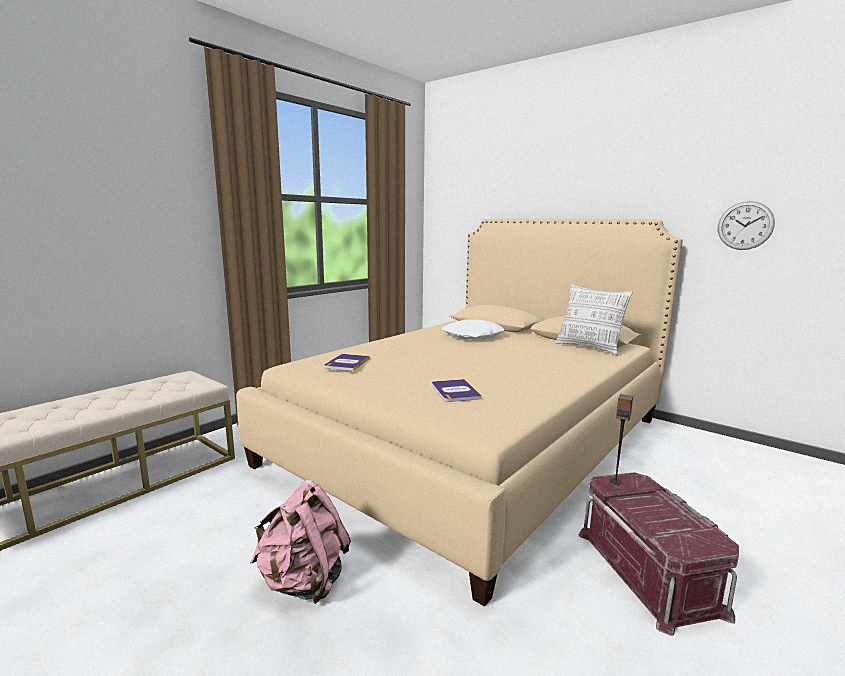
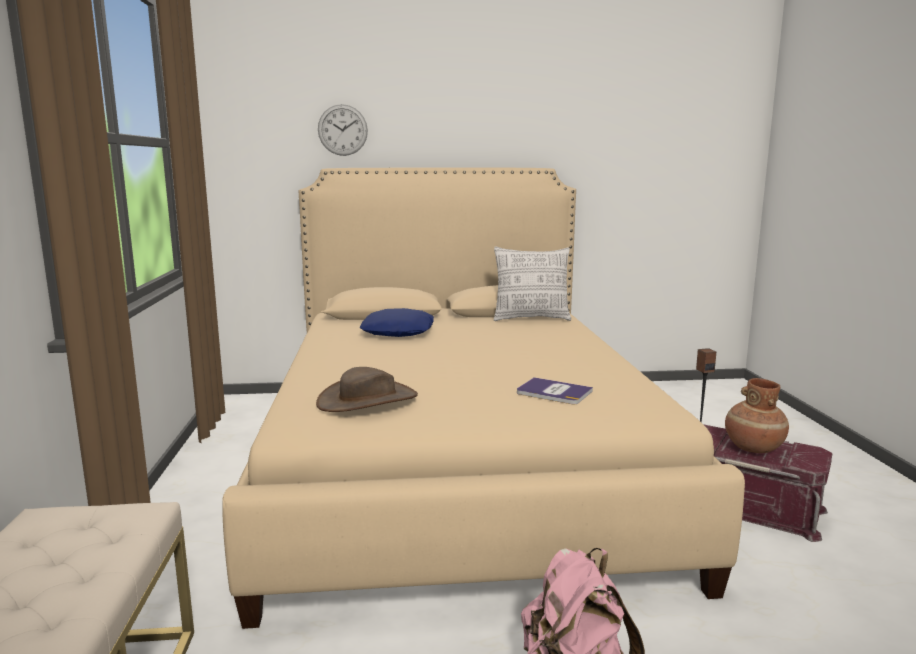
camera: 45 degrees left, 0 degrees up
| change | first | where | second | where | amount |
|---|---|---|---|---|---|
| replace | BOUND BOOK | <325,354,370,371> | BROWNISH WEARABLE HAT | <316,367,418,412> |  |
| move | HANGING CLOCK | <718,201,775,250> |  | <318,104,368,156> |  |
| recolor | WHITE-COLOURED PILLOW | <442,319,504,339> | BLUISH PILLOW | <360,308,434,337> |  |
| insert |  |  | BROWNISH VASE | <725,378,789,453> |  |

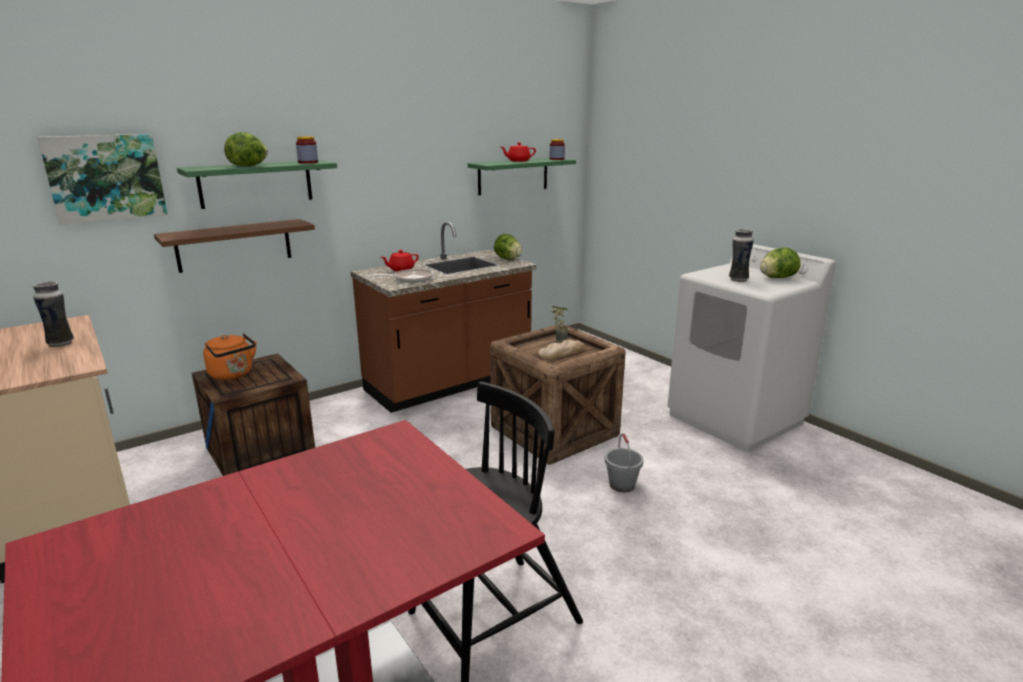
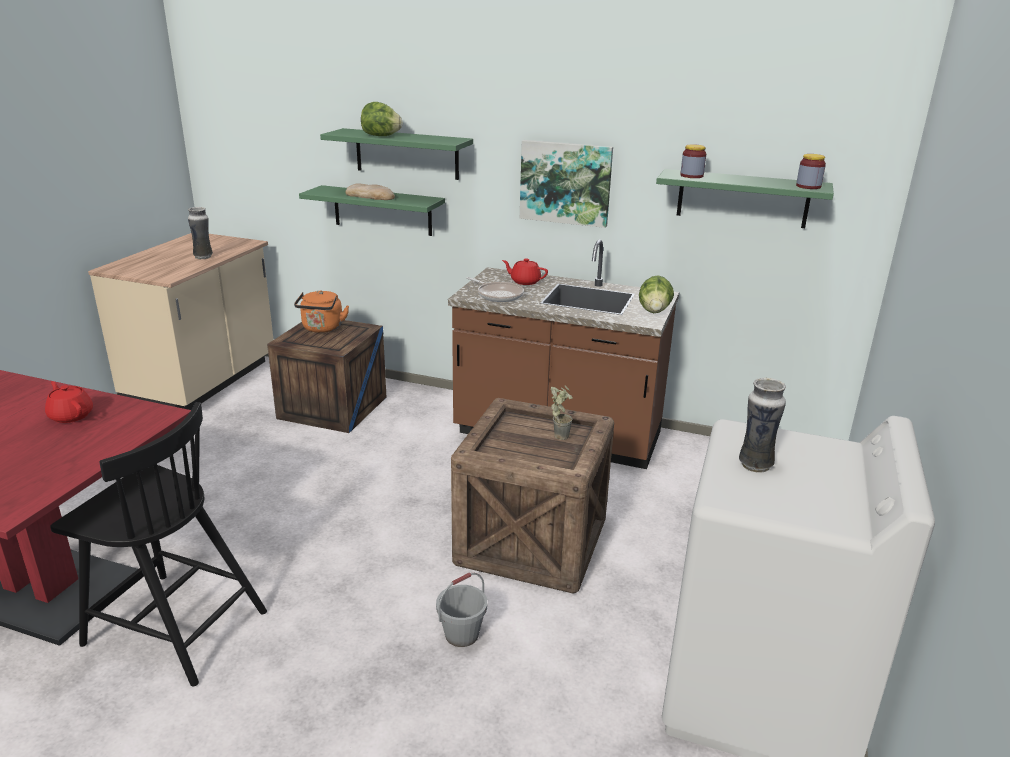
camera: 55 degrees right, 5 degrees up
| change | first | where | second | where | amount |
|---|---|---|---|---|---|
| move | RED-COLOURED TEAPOT | <501,142,536,162> |  | <45,381,93,423> |  |
| recolor | BROWNISH WALL SHELF | <154,219,315,273> | GREEN-COLOURED WALL SHELF | <299,185,445,236> |  |
| move | BAKED BREAD | <538,340,585,360> |  | <345,183,395,200> |  |
| move | WALL ART | <37,134,168,225> |  | <520,140,613,228> |  |
| move | STORAGE JAR | <296,136,318,164> |  | <680,144,706,178> |  |
| delete | HEAD OF LETTUCE | <760,248,801,278> |  |  |  |

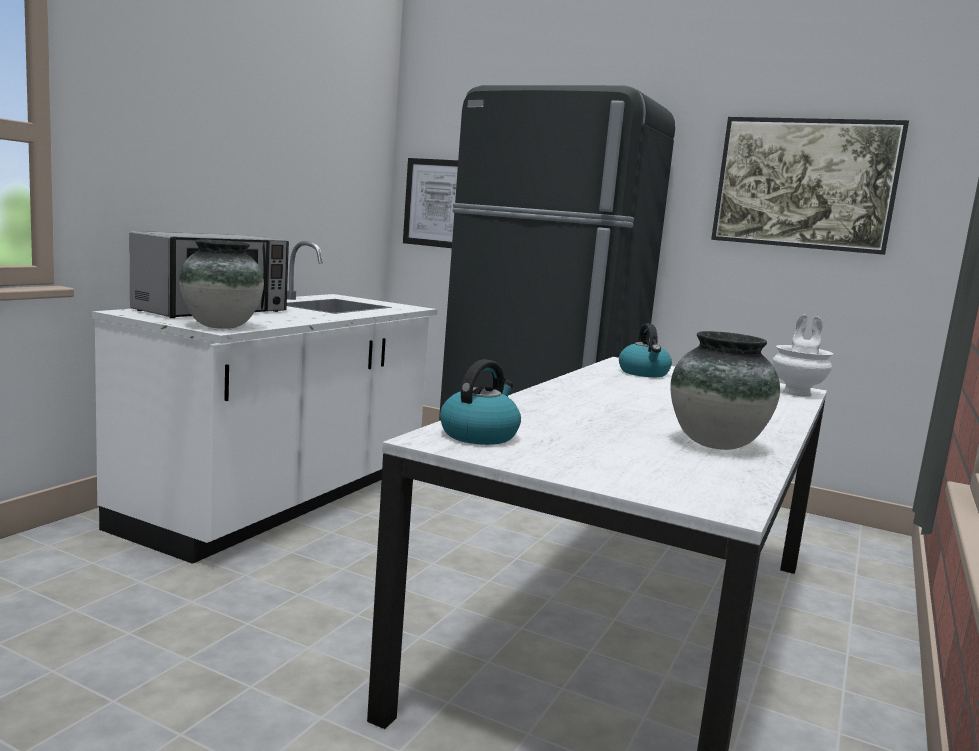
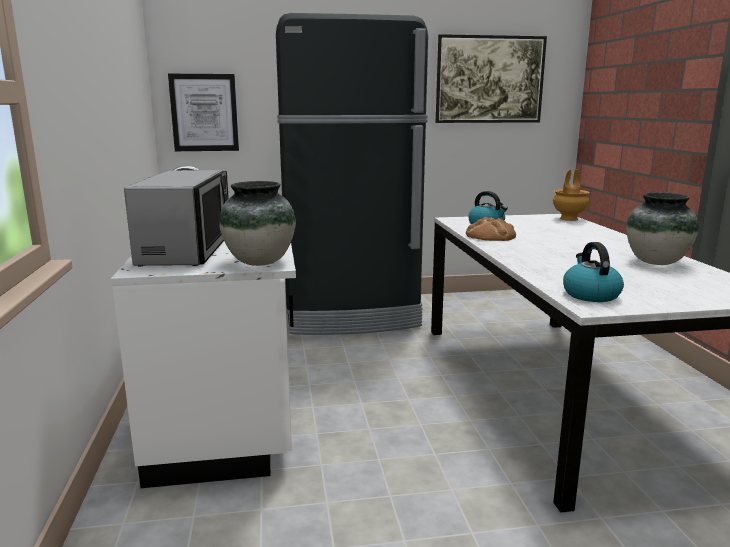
camera: 35 degrees left, 5 degrees up
| change | first | where | second | where | amount |
|---|---|---|---|---|---|
| insert |  |  | BAKED BREAD | <466,217,516,241> |  |
| recolor | WHITE-COLOURED VASE | <773,315,833,397> | BROWNISH VASE | <553,169,590,221> |  |

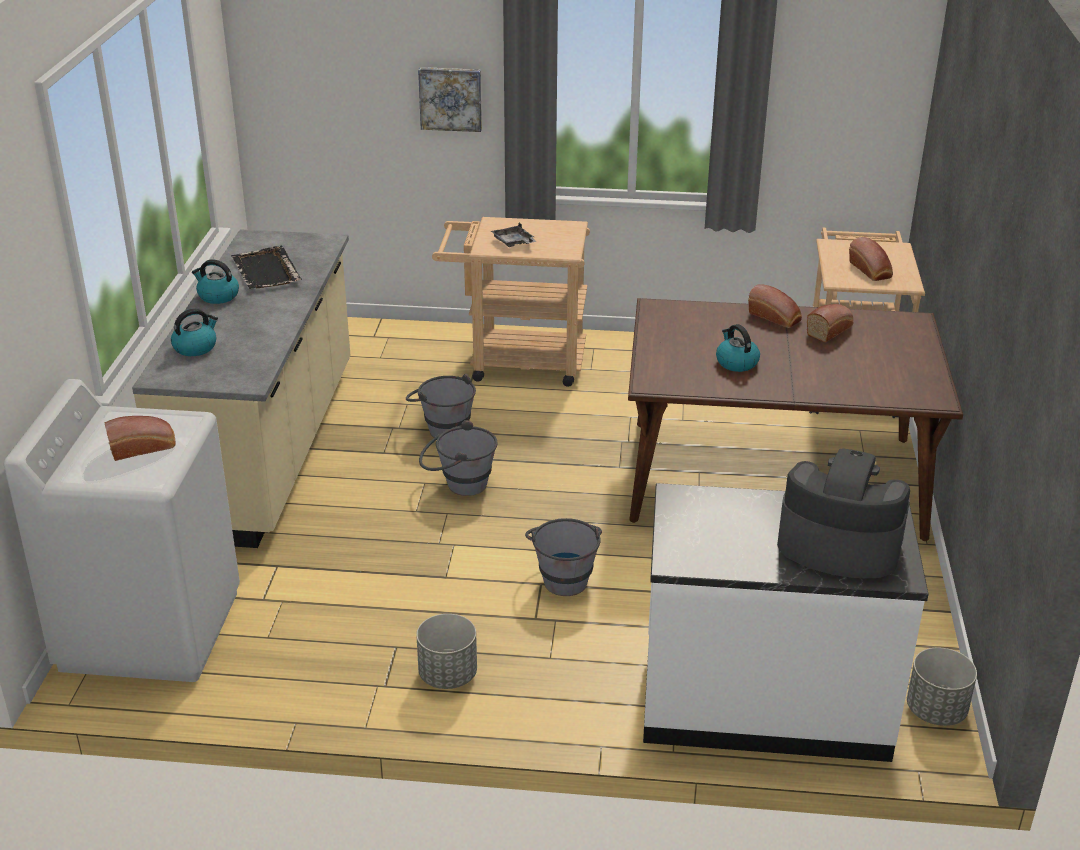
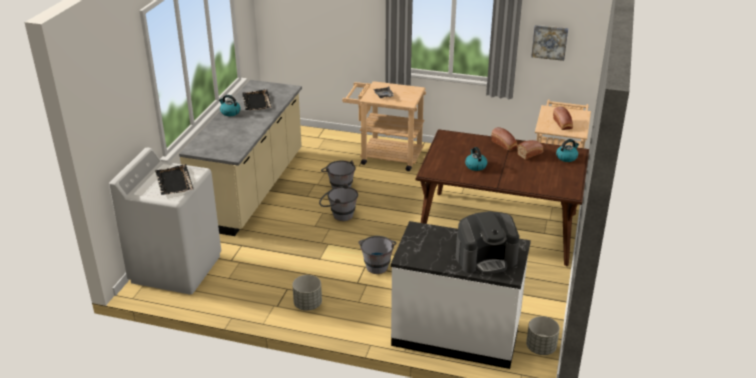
camera: 10 degrees right, 0 degrees up
| change | first | where | second | where | amount |
|---|---|---|---|---|---|
| replace | BAKED BREAD | <105,416,176,461> | BLACK-COLOURED TRAY | <155,164,193,195> |  |
| rotate | COFFEE BREWER | <777,449,910,578> |  | <456,211,520,274> | 135 degrees clockwise |
| move | WALL ART | <418,67,482,132> |  | <531,25,568,61> |  |
| move | KETTLE | <171,309,218,356> |  | <556,139,579,162> |  |

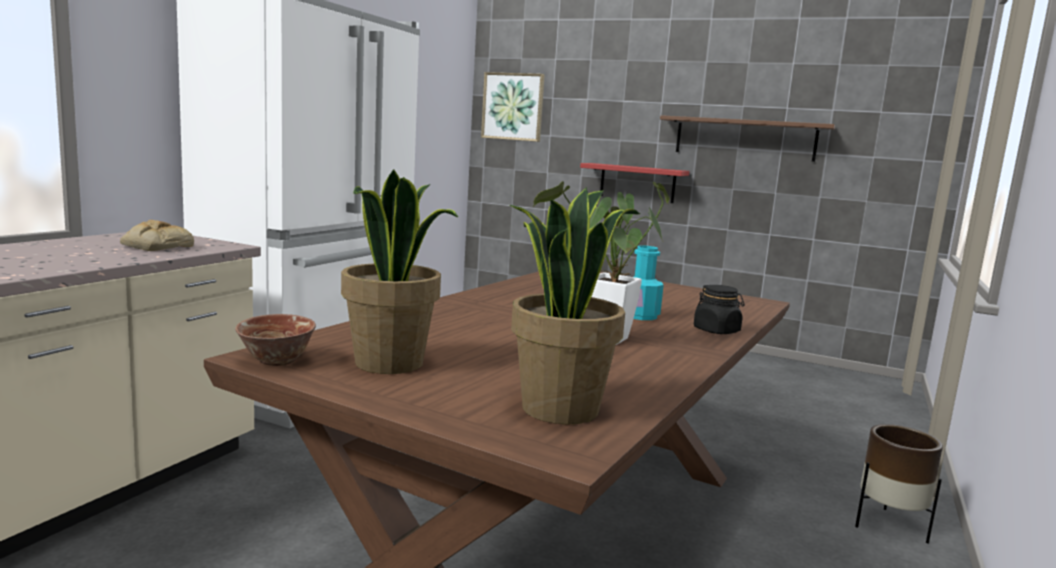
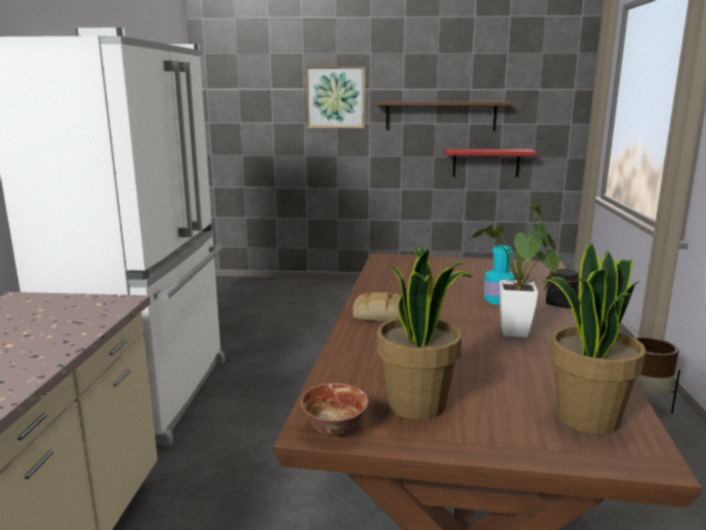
camera: 20 degrees left, 5 degrees up
| change | first | where | second | where | amount |
|---|---|---|---|---|---|
| move | WALL ART | <481,72,545,142> |  | <305,66,365,128> |  |
| move | BAKED BREAD | <120,220,194,251> |  | <353,292,401,321> |  |
| move | RED-COLOURED WALL SHELF | <580,163,690,203> |  | <443,149,537,177> |  |

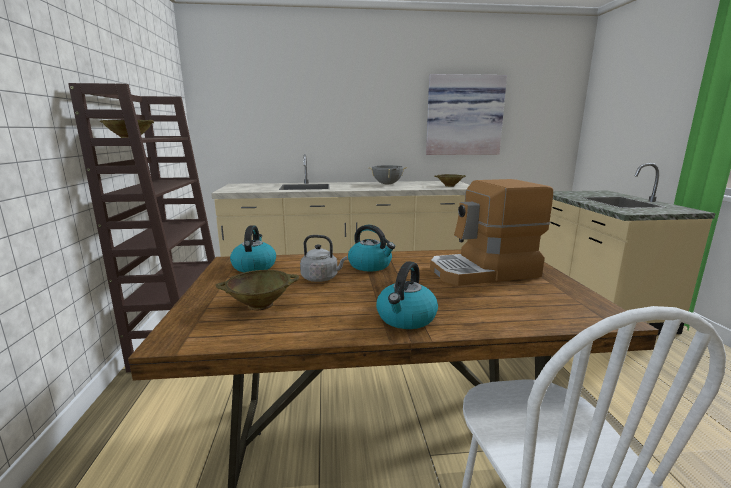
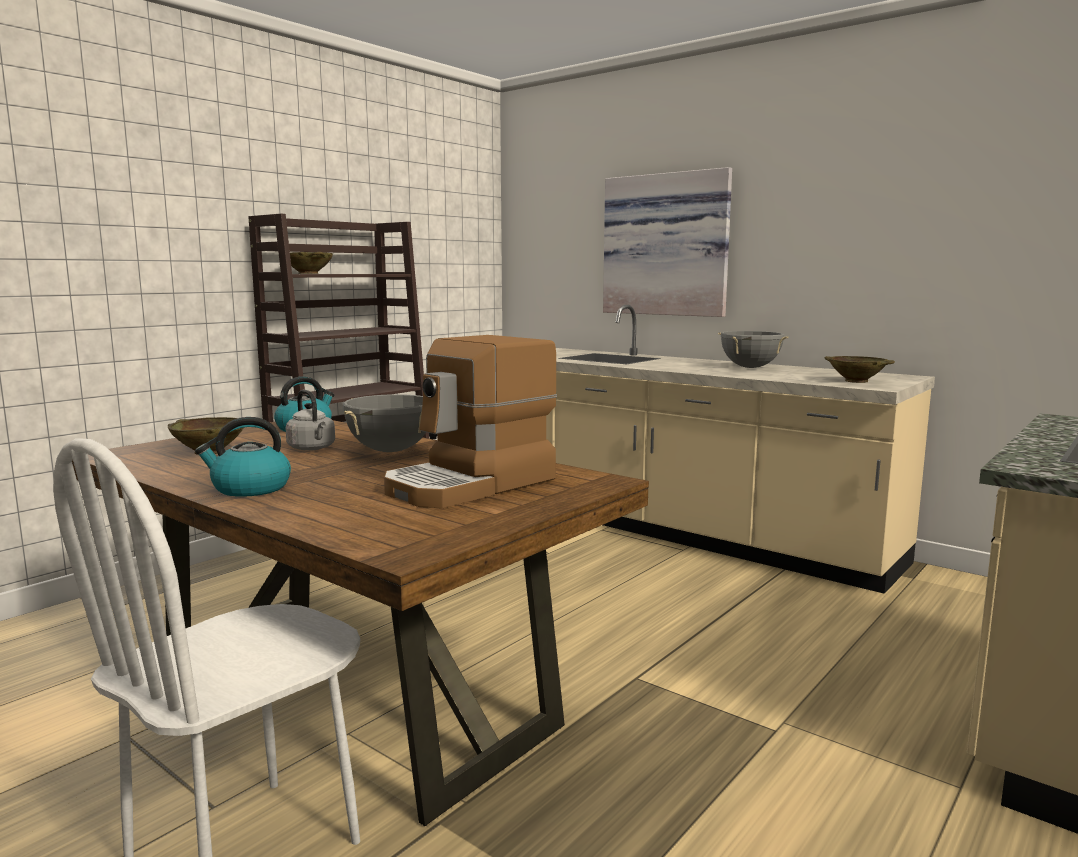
camera: 45 degrees right, 5 degrees down
| change | first | where | second | where | amount |
|---|---|---|---|---|---|
| replace | KETTLE | <348,225,395,271> | GREY STOCKPOT | <343,394,426,452> |  |
| rotate | COFFEE BREWER | <430,179,553,286> |  | <384,335,557,508> | 75 degrees counterclockwise |
| move | WALL ART | <426,74,507,155> |  | <603,167,732,317> |  |

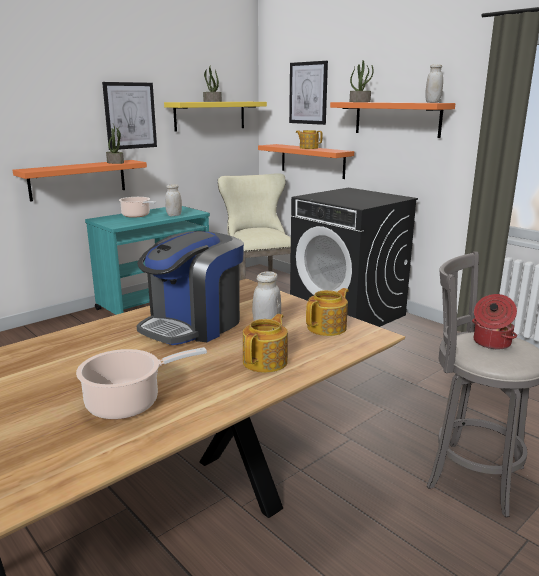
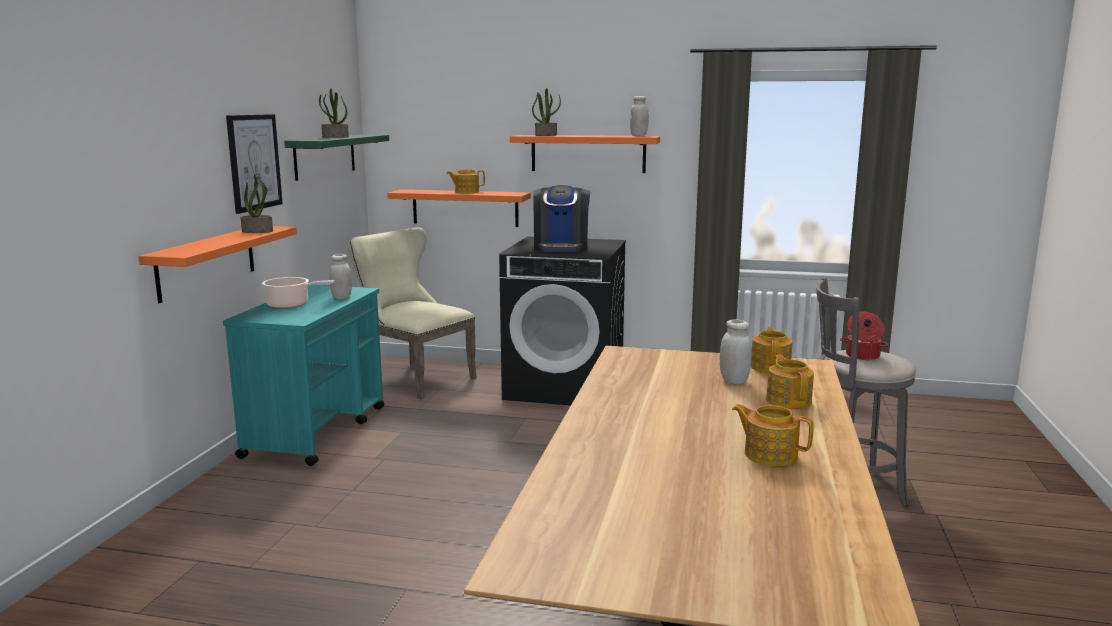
camera: 35 degrees left, 5 degrees down
| change | first | where | second | where | amount |
|---|---|---|---|---|---|
| recolor | YELLOW-COLOURED WALL SHELF | <164,102,267,132> | GREEN-COLOURED WALL SHELF | <284,135,389,181> |  |
| move | COFFEE BREWER | <137,231,244,345> |  | <533,185,590,252> |  |
| replace | STOCKPOT | <76,347,207,420> | TEAPOT | <732,404,813,466> |  |
| delete | WALL ART | <289,61,328,125> |  |  |  |

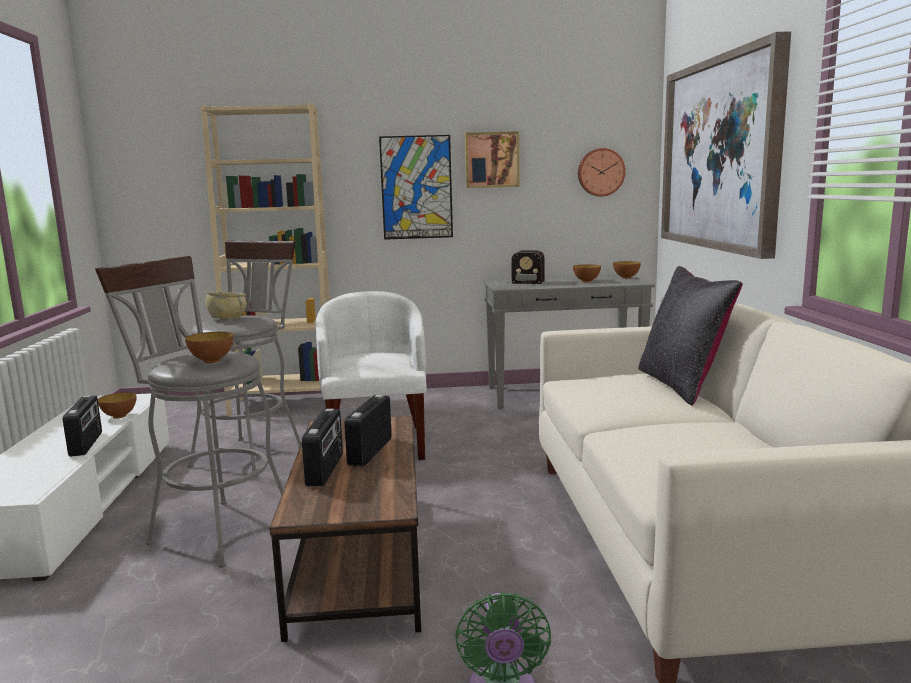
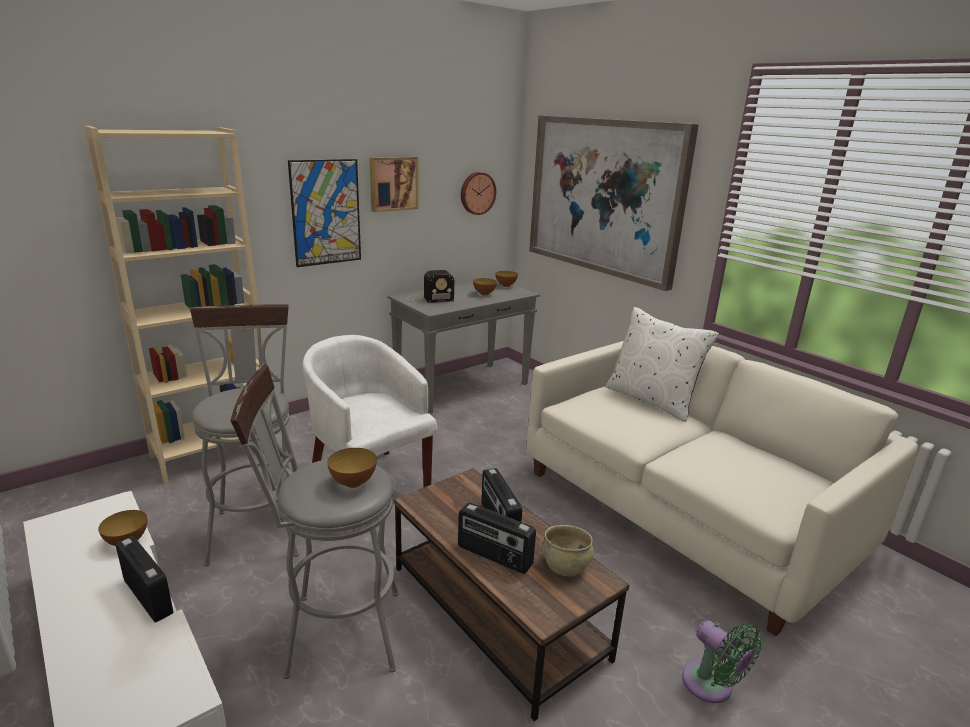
camera: 35 degrees left, 10 degrees up
| change | first | where | second | where | amount |
|---|---|---|---|---|---|
| rotate | RADIO RECEIVER | <302,408,343,486> |  | <458,503,536,574> | 150 degrees clockwise |
| move | BEIGE-COLOURED BOWL | <206,292,247,319> |  | <542,525,594,576> |  |
| recolor | BLACK-COLOURED PILLOW | <638,266,743,406> | WHITE-COLOURED PILLOW | <605,307,719,422> |  |

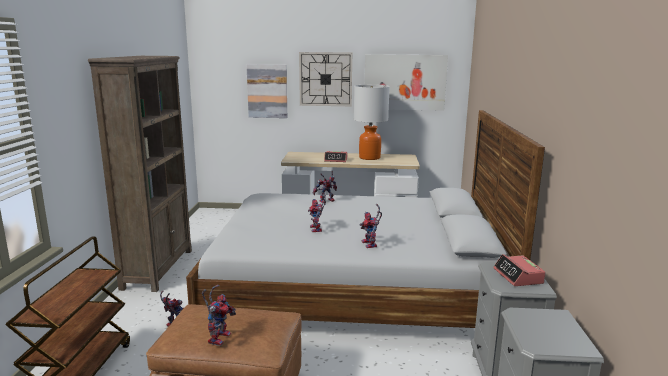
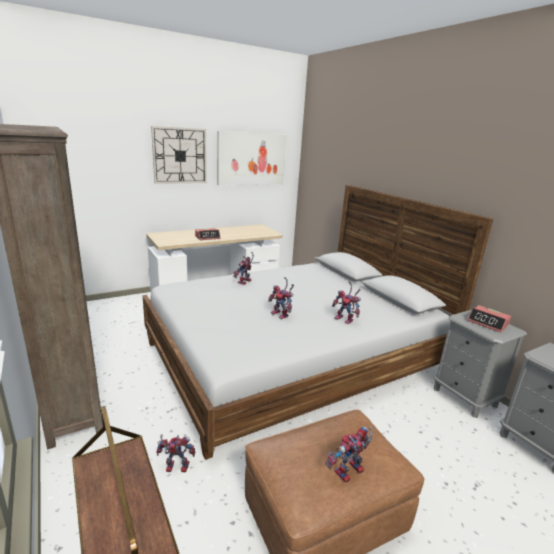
camera: 35 degrees left, 5 degrees up
| change | first | where | second | where | amount |
|---|---|---|---|---|---|
| rotate | MODEL ROBOT | <202,285,236,346> |  | <325,426,373,483> | 105 degrees counterclockwise |
| delete | WALL ART | <246,64,287,118> |  |  |  |
| delete | LAMP FOR A TABLE | <354,85,390,160> |  |  |  |

